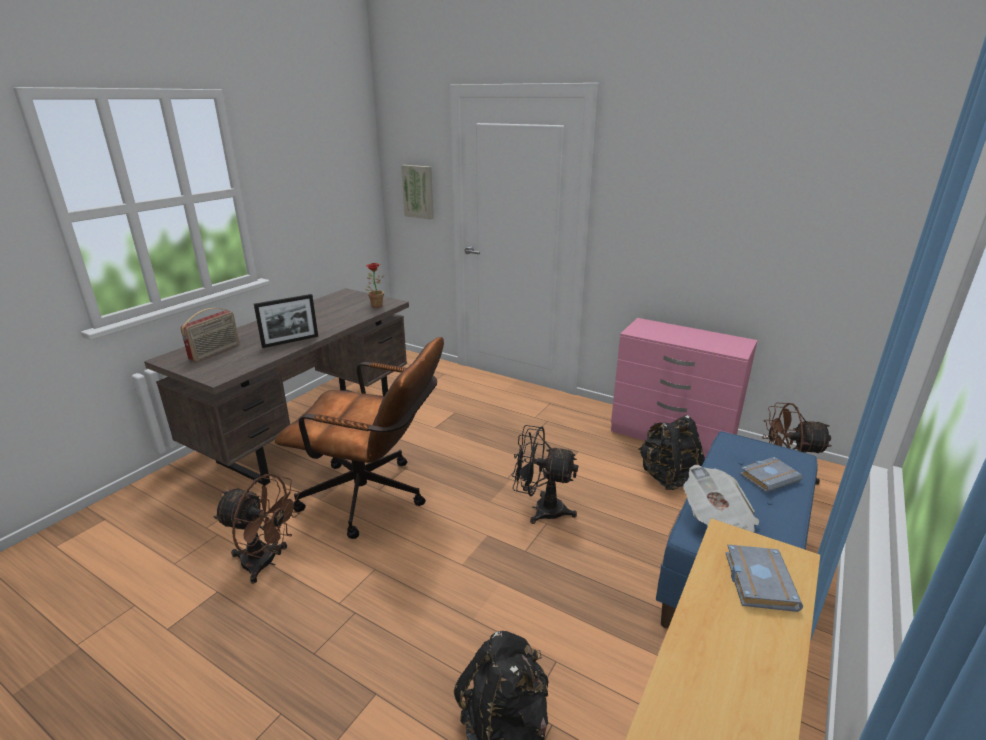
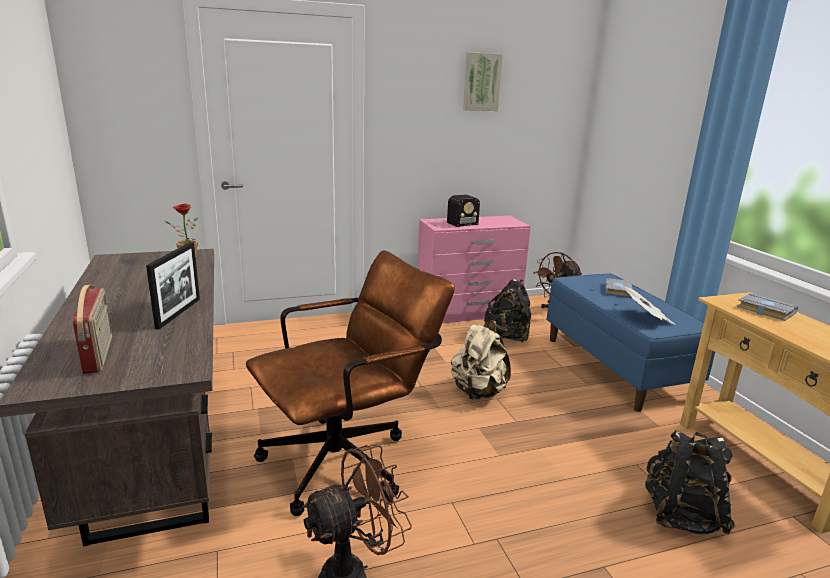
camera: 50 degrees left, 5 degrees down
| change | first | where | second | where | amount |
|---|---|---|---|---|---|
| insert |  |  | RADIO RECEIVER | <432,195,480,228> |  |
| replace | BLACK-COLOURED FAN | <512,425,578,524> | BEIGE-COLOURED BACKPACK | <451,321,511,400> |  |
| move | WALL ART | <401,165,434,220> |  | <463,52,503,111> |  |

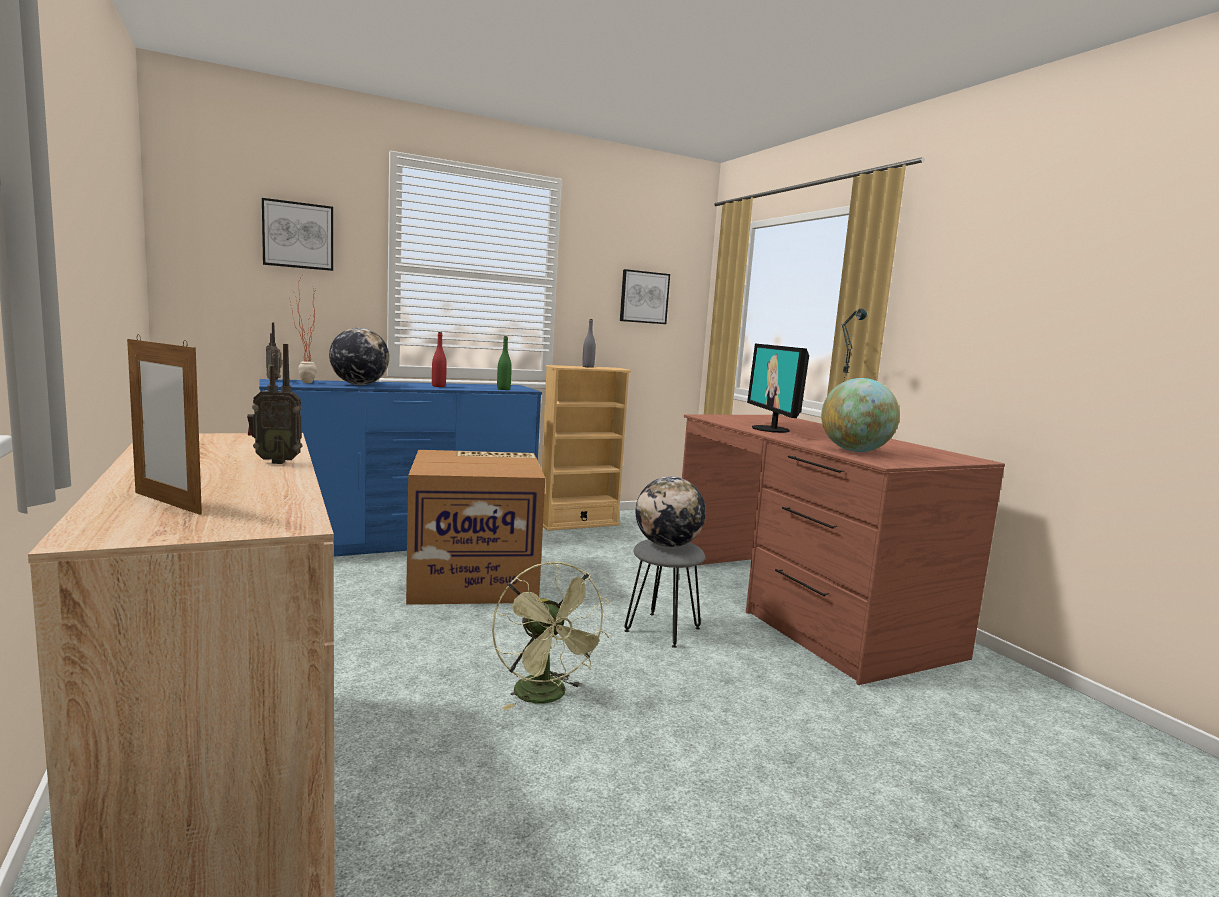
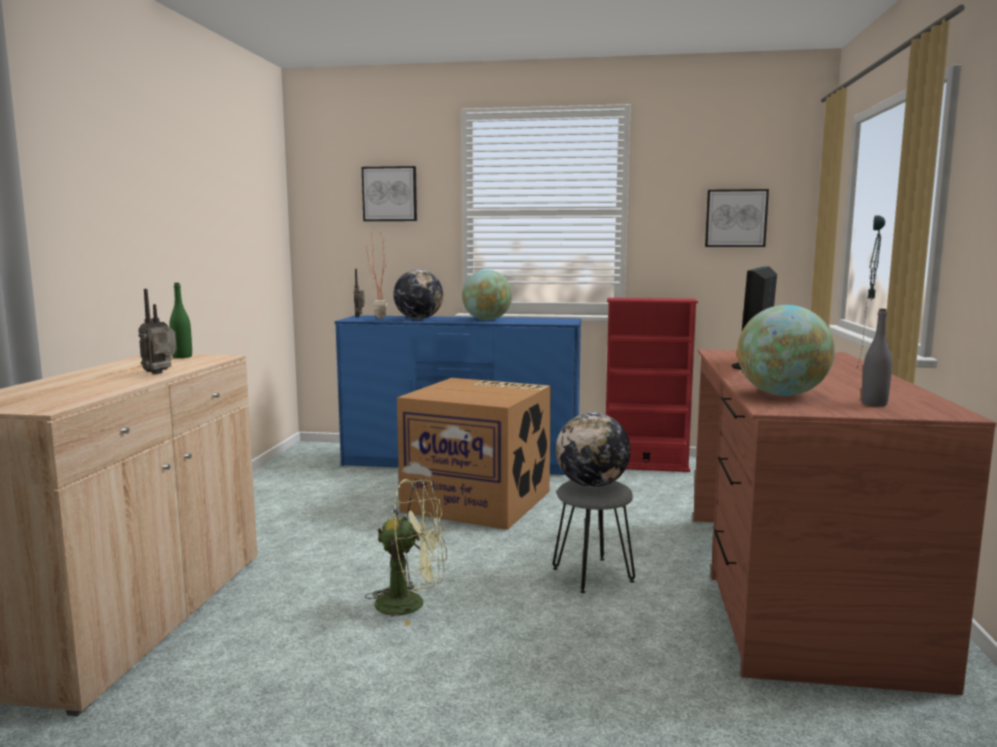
camera: 35 degrees right, 0 degrees up
| change | first | where | second | where | amount |
|---|---|---|---|---|---|
| rotate | RADIO RECEIVER | <247,344,303,464> |  | <138,289,177,374> | 90 degrees clockwise |
| move | GREEN-COLOURED BOTTLE | <497,336,512,390> |  | <169,283,192,358> |  |
| rotate | GREEN-COLOURED FAN | <492,561,609,710> |  | <365,479,447,626> | 90 degrees counterclockwise |
| replace | RED-COLOURED BOTTLE | <432,332,447,387> | WORLD GLOBE | <462,270,512,321> |  |
| recolor | BEIGE-COLOURED SHELVING UNIT | <541,365,631,531> | RED-COLOURED SHELVING UNIT | <606,298,698,472> |  |
| move | GREY BOTTLE | <582,319,596,368> |  | <861,309,892,406> |  |
| delete | STANDING FRAME | <127,334,202,515> |  |  |  |

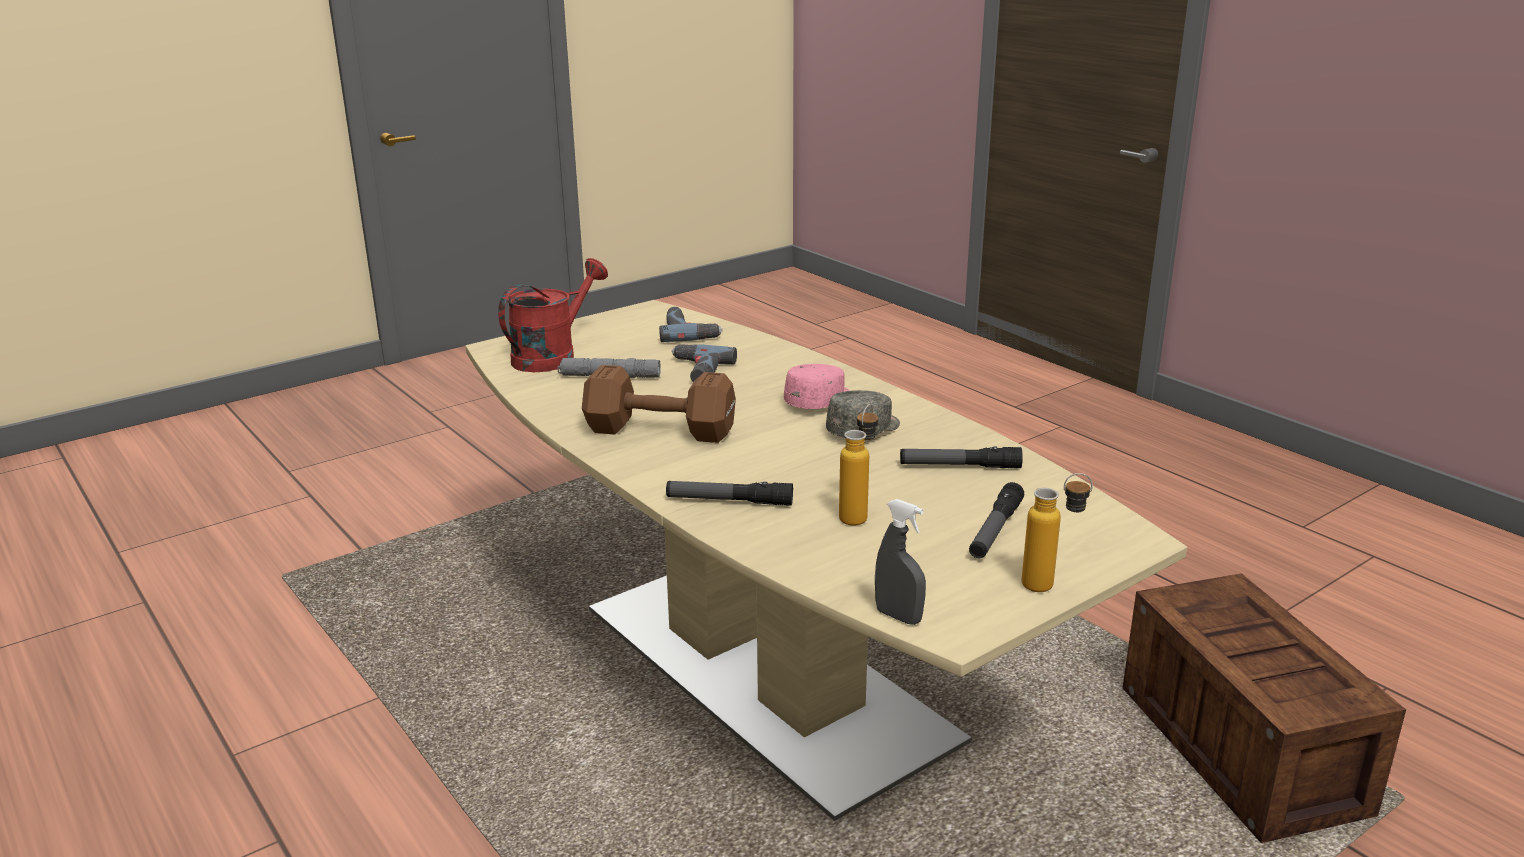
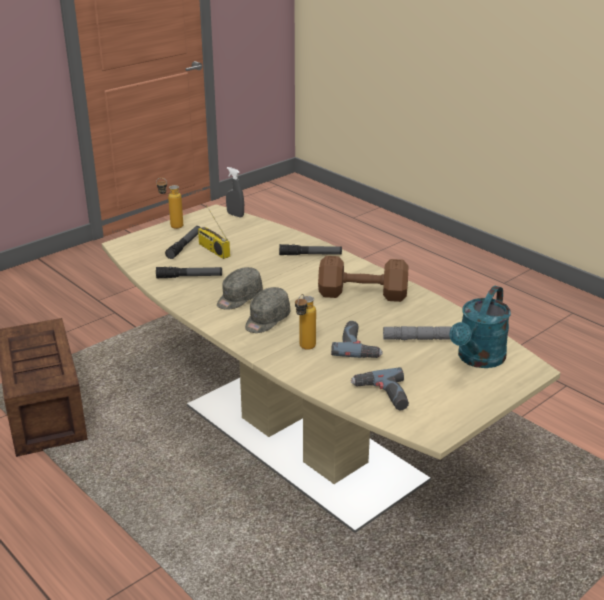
camera: 175 degrees right, 5 degrees up
| change | first | where | second | where | amount |
|---|---|---|---|---|---|
| insert |  |  | RADIO RECEIVER | <198,205,230,259> |  |
| recolor | PINK-COLOURED CAP | <784,364,850,409> | GREY CAP | <245,287,290,333> |  |
| move | BOTTLE | <839,404,878,526> |  | <295,294,316,350> |  |
| recolor | RED-COLOURED WATERING POT | <498,258,608,372> | TURQUOISE-COLOURED WATERING POT | <450,286,511,368> |  |

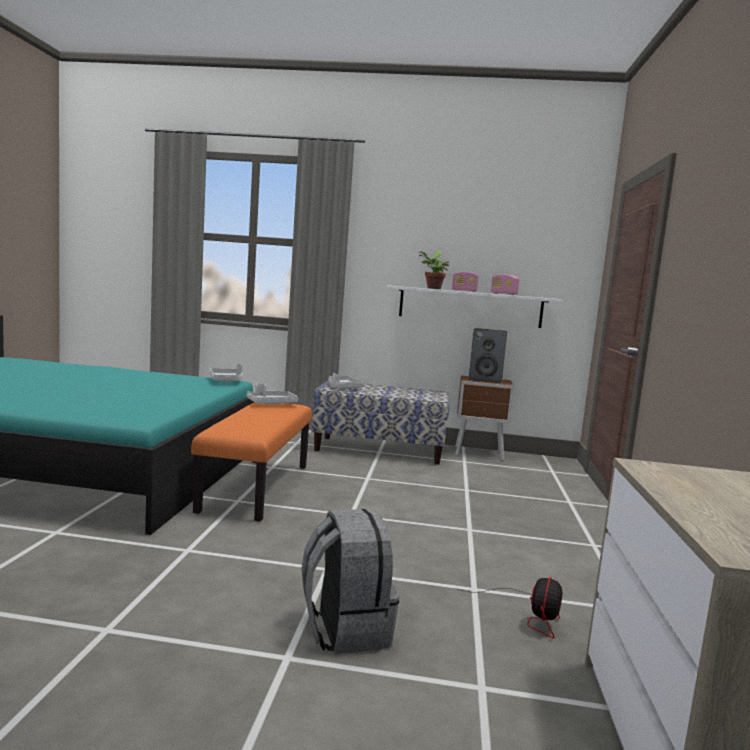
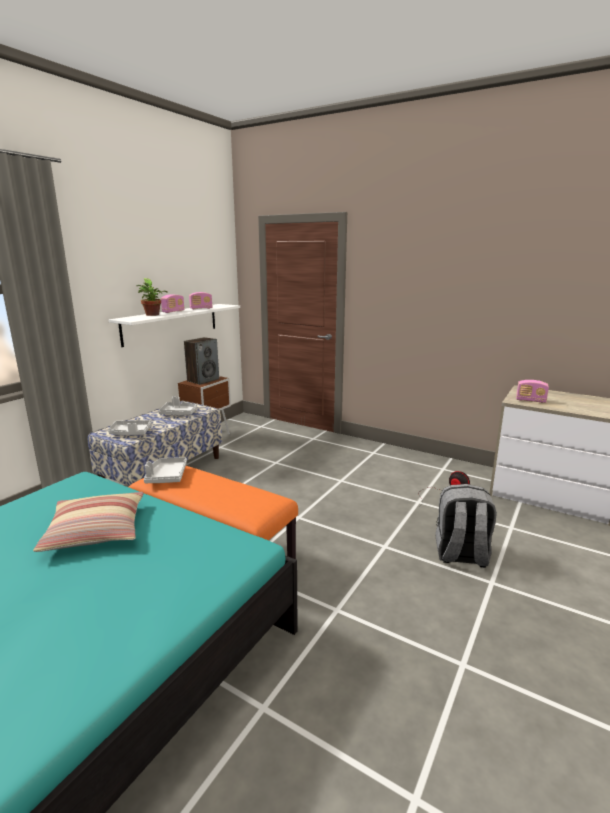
camera: 65 degrees left, 10 degrees up
| change | first | where | second | where | amount |
|---|---|---|---|---|---|
| insert |  |  | PILLOW | <33,492,144,552> |  |
| move | GREY TRAY | <210,363,243,382> |  | <159,397,197,415> |  |
| insert |  |  | RADIO RECEIVER | <516,380,549,403> |  |

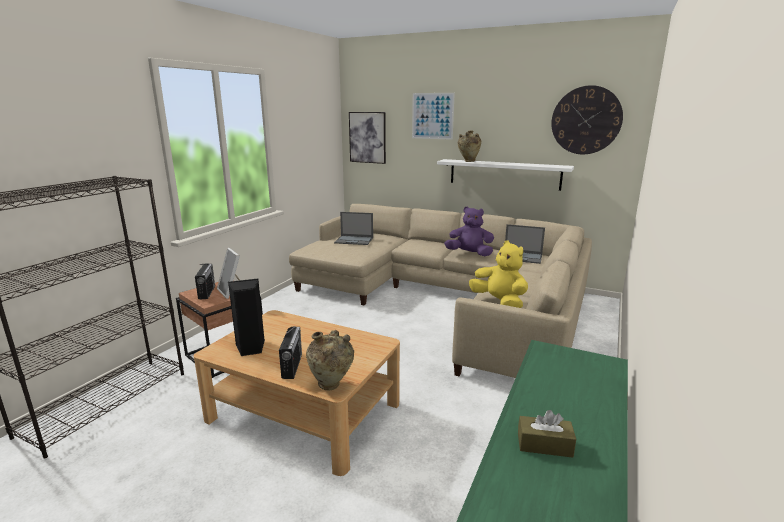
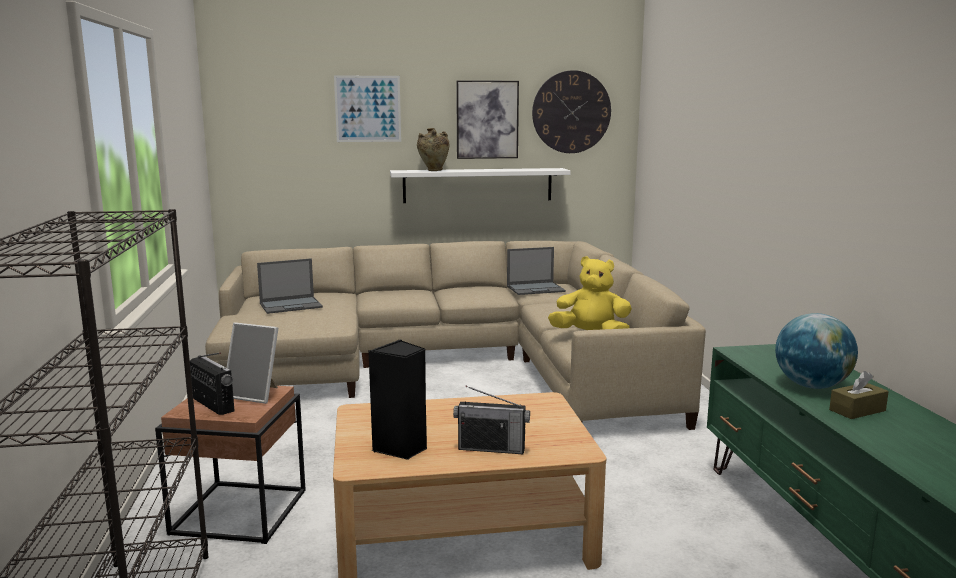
camera: 35 degrees left, 5 degrees down
| change | first | where | second | where | amount |
|---|---|---|---|---|---|
| rotate | RADIO RECEIVER | <279,326,302,379> |  | <453,386,530,454> | 135 degrees clockwise |
| move | WALL ART | <349,112,386,164> |  | <456,80,519,159> |  |
| insert |  |  | WORLD GLOBE | <775,313,858,389> |  |
| delete | BEIGE-COLOURED VASE | <306,330,354,390> |  |  |  |
| delete | PURPLE-COLOURED CUDDLY TOY | <444,207,494,256> |  |  |  |

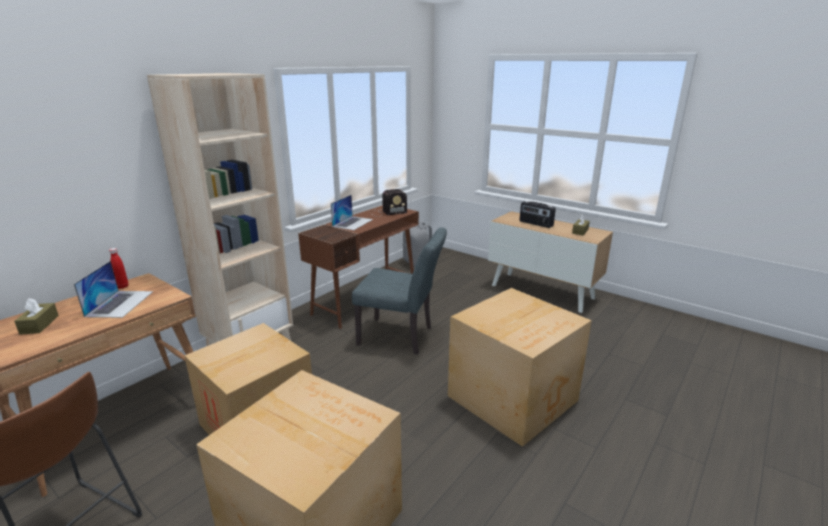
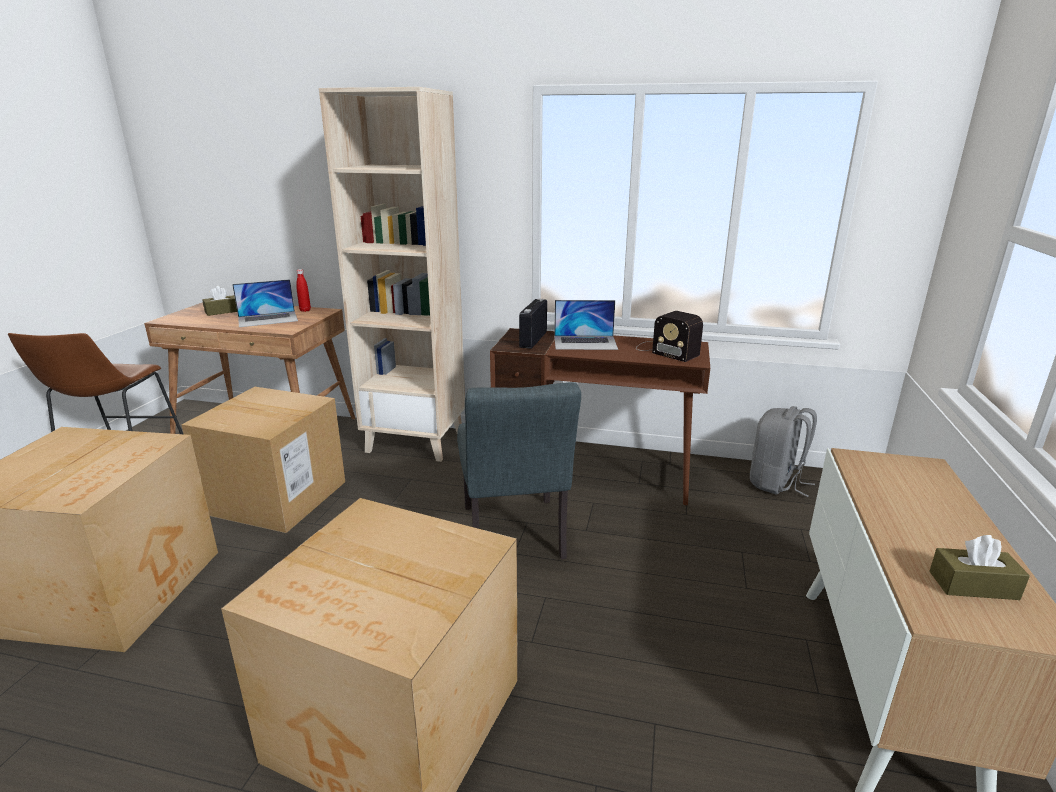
camera: 65 degrees right, 0 degrees up
| change | first | where | second | where | amount |
|---|---|---|---|---|---|
| move | RADIO RECEIVER | <520,201,556,228> |  | <519,298,547,349> |  |

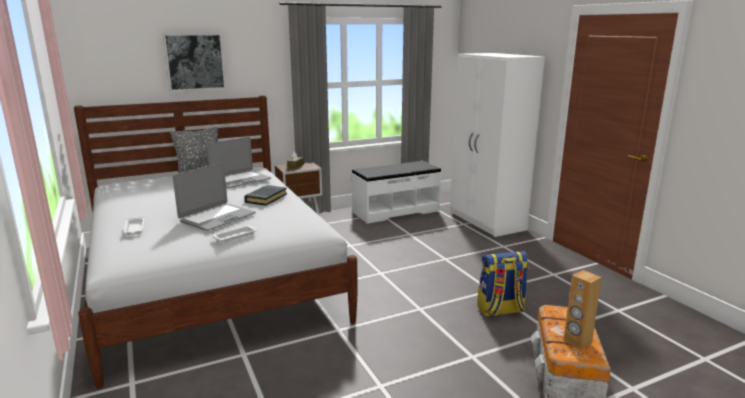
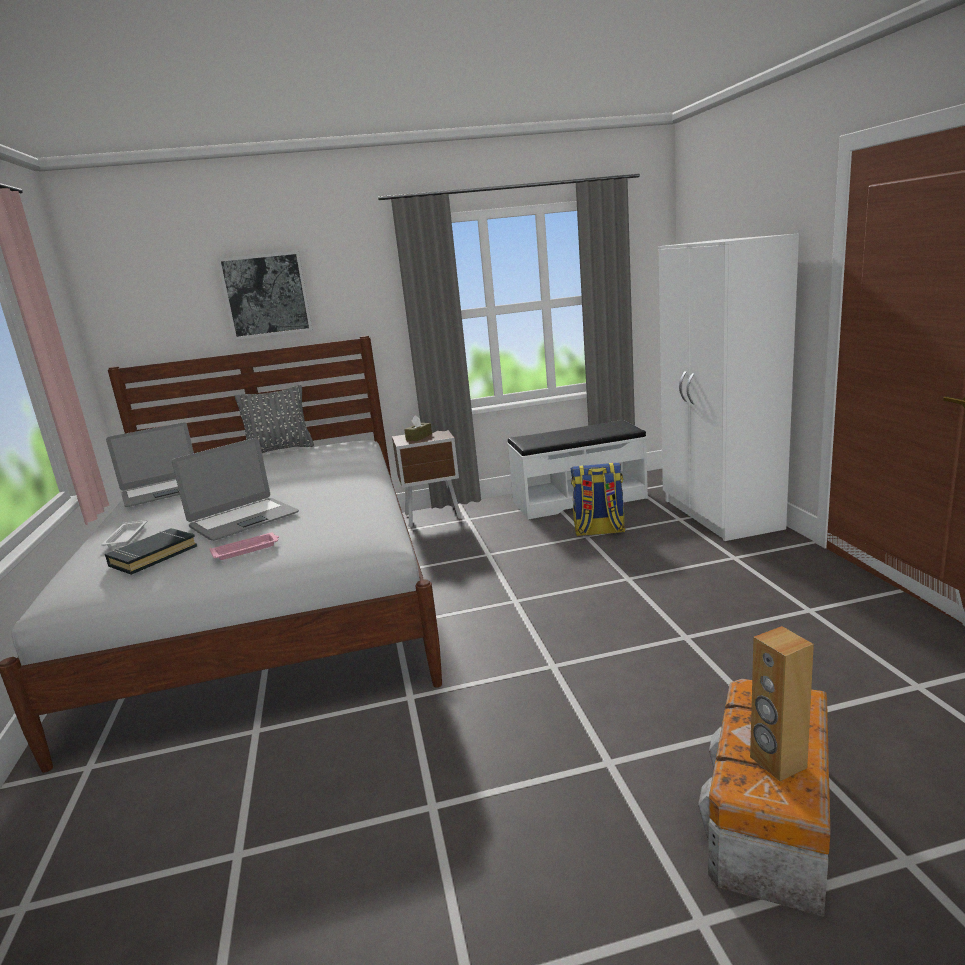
camera: 15 degrees right, 0 degrees up
| change | first | where | second | where | amount |
|---|---|---|---|---|---|
| move | BLACK-COLOURED BOUND BOOK | <244,185,287,206> |  | <105,528,197,575> |  |
| move | PORTABLE COMPUTER | <207,137,271,188> |  | <106,422,194,507> |  |
| recolor | WHITE-COLOURED TRAY | <212,225,257,242> | PINK-COLOURED TRAY | <209,533,279,560> |  |
| move | BACKPACK | <477,251,529,317> |  | <571,463,625,536> |  |

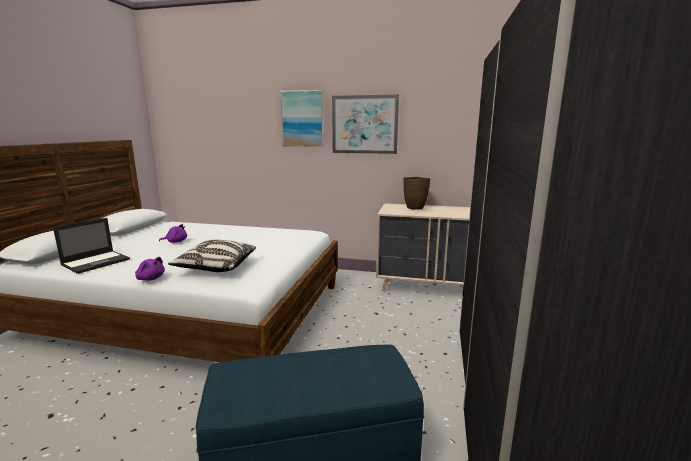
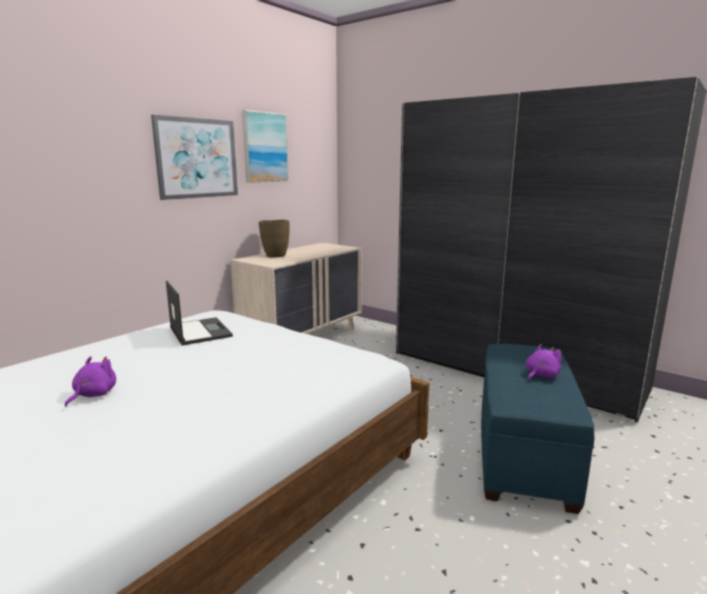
camera: 65 degrees left, 0 degrees up
| change | first | where | second | where | amount |
|---|---|---|---|---|---|
| move | PORTABLE COMPUTER | <53,218,130,274> |  | <166,280,233,345> |  |
| move | WALL ART | <280,90,324,147> |  | <242,110,289,183> |  |
| move | PURPLE-COLOURED CUDDLY TOY | <135,257,165,281> |  | <526,344,561,380> |  |
| delete | PILLOW | <168,240,256,272> |  |  |  |

